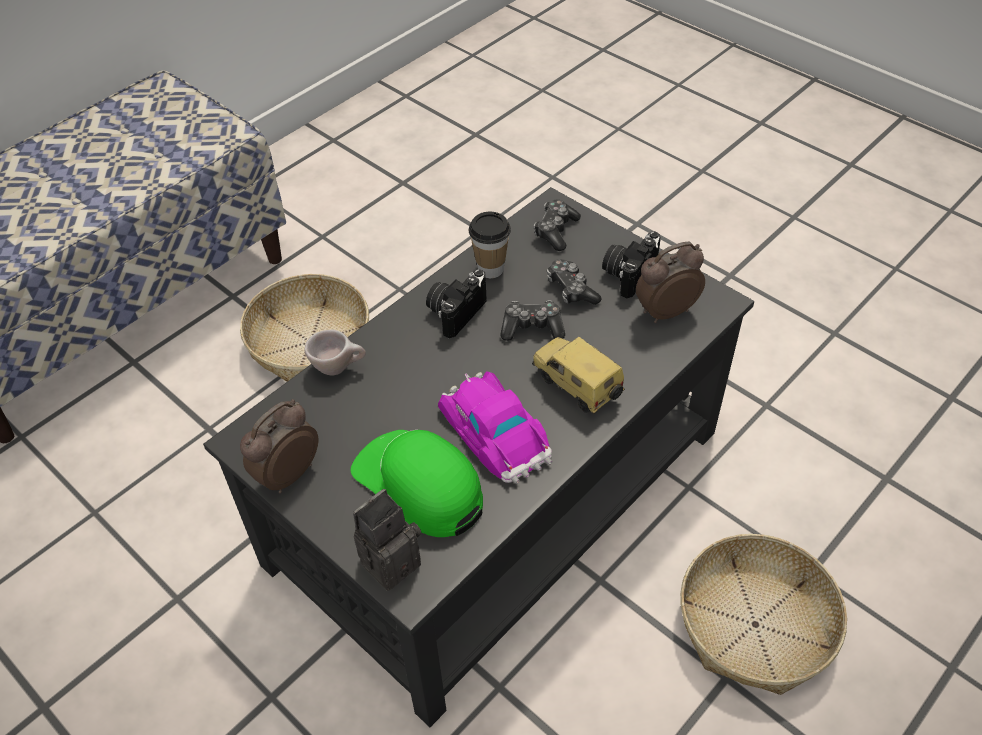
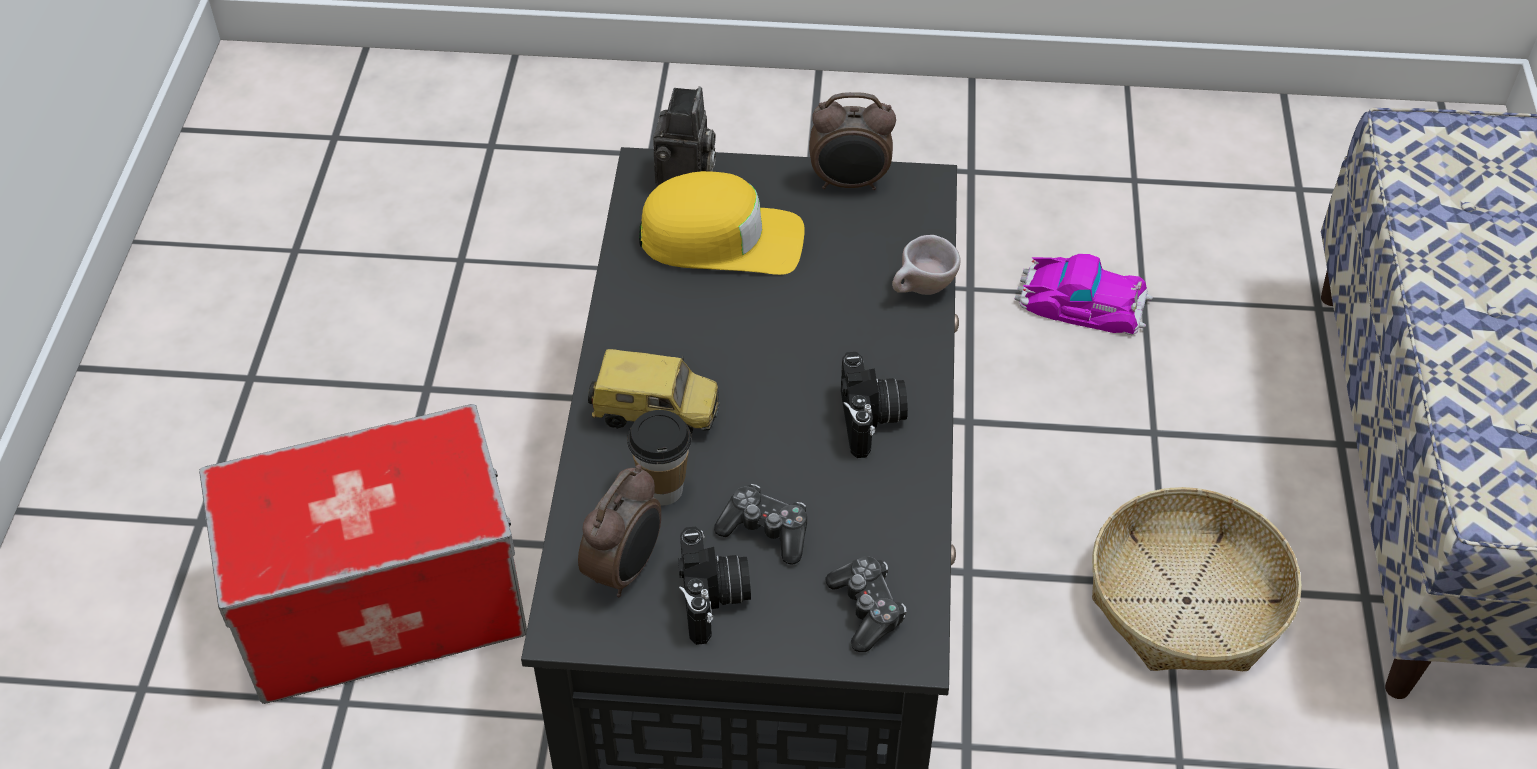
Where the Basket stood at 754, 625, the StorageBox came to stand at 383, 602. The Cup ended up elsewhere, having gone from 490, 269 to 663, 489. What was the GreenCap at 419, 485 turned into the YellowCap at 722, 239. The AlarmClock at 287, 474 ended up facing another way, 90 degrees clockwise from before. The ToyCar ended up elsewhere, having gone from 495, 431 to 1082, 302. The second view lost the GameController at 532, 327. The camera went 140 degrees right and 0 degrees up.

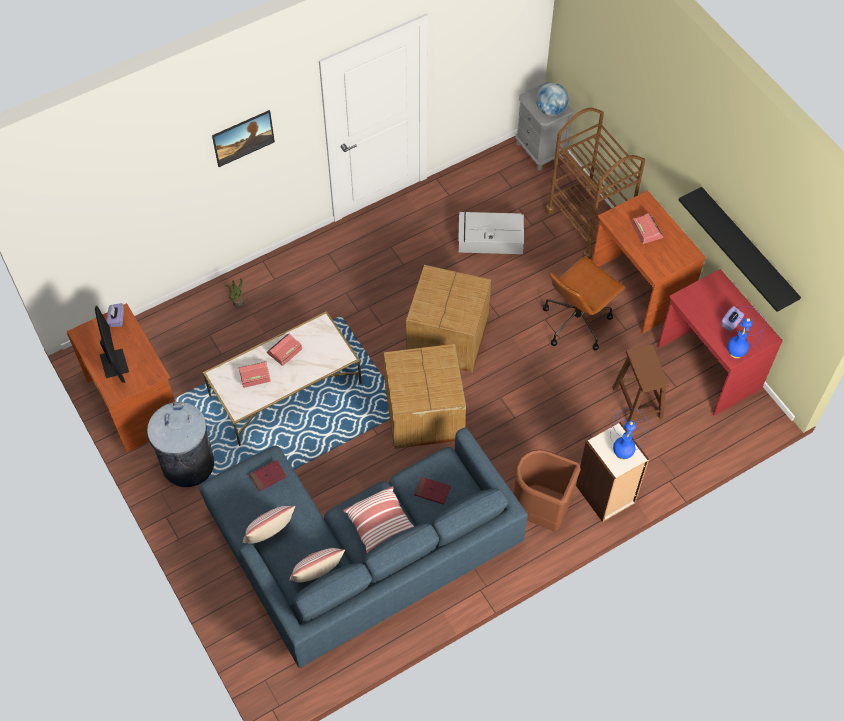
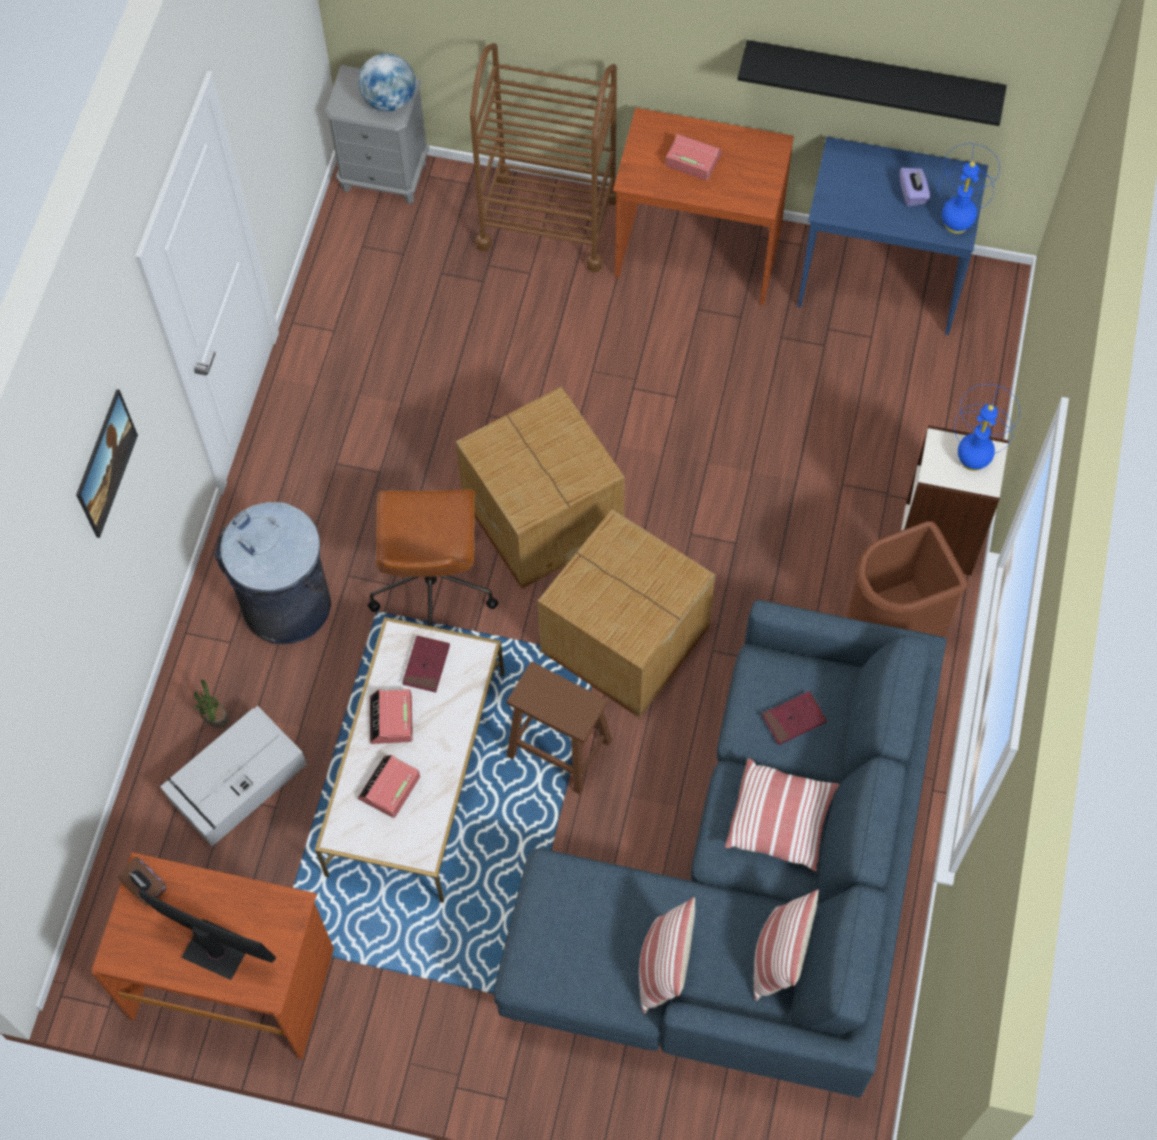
What was the PurpleTissueBox at 117, 319 turned into the BrownTissueBox at 145, 887. The GreyStorageBox ended up elsewhere, having gone from 489, 238 to 235, 783. The GreyTrashCan ended up elsewhere, having gone from 187, 464 to 286, 606. The BrownOfficeChair ended up elsewhere, having gone from 577, 322 to 432, 589. The RedBook ended up elsewhere, having gone from 268, 476 to 426, 665. The BrownStool ended up elsewhere, having gone from 637, 402 to 557, 748. What was the RedDesk at 707, 368 turned into the BlueDesk at 879, 282. The camera went 45 degrees left and 5 degrees up.

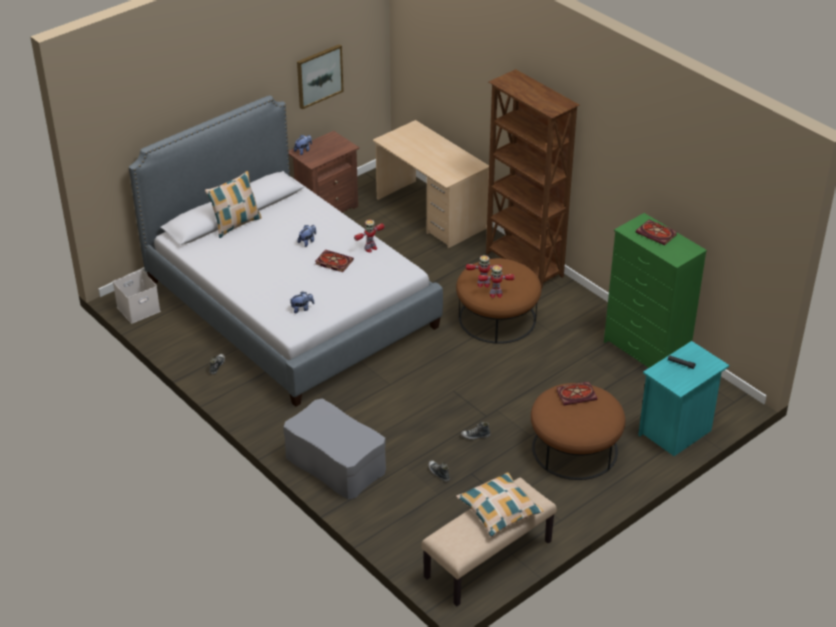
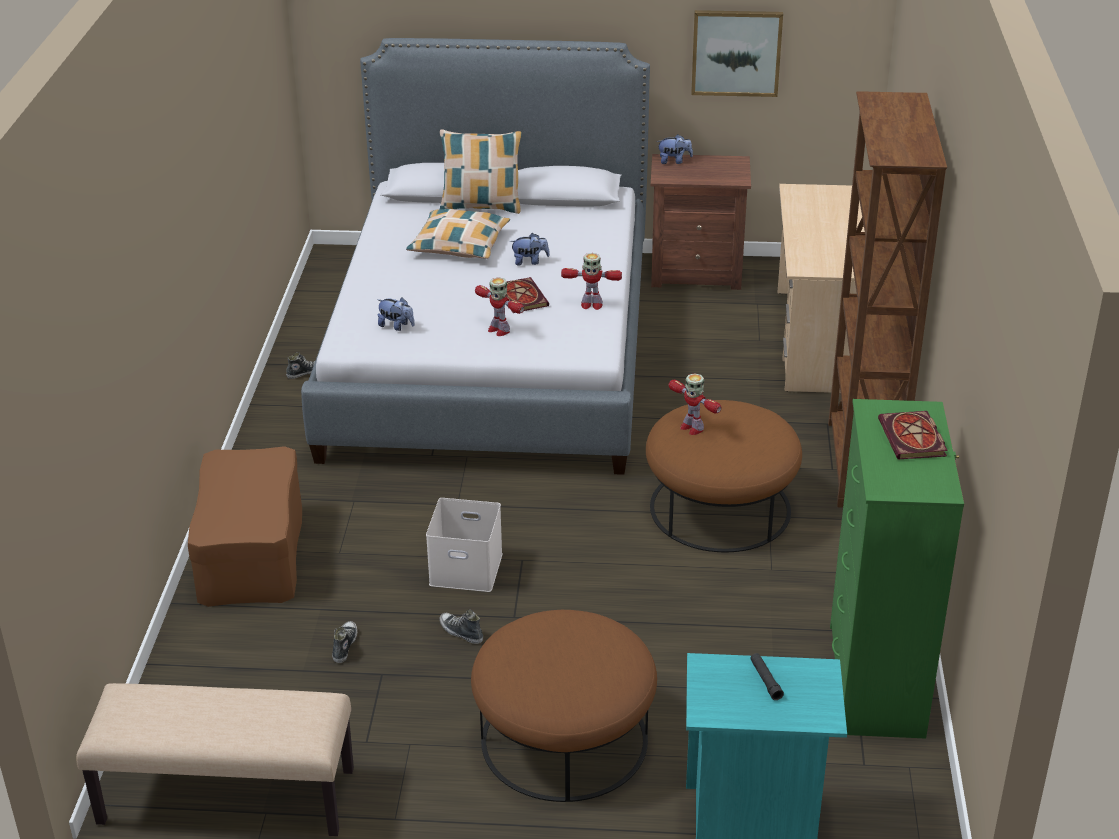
What was the GreyOttoman at 335, 464 turned into the BrownOttoman at 251, 553. The Pillow ended up elsewhere, having gone from 499, 510 to 459, 244. The WhiteStorageBox ended up elsewhere, having gone from 138, 310 to 464, 570. The ToyRobot ended up elsewhere, having gone from 495, 294 to 498, 330. The second view lost the Book at 577, 394. The camera went 45 degrees right and 5 degrees down.

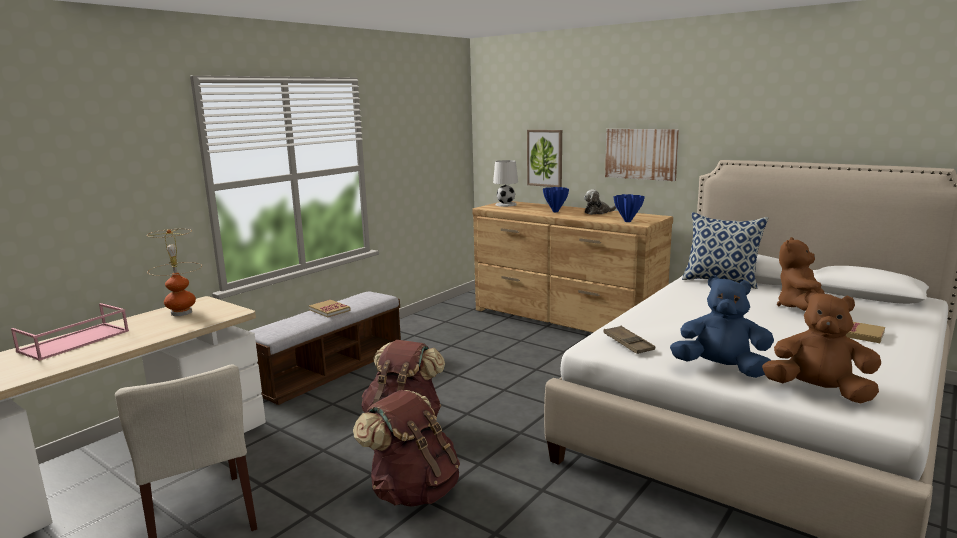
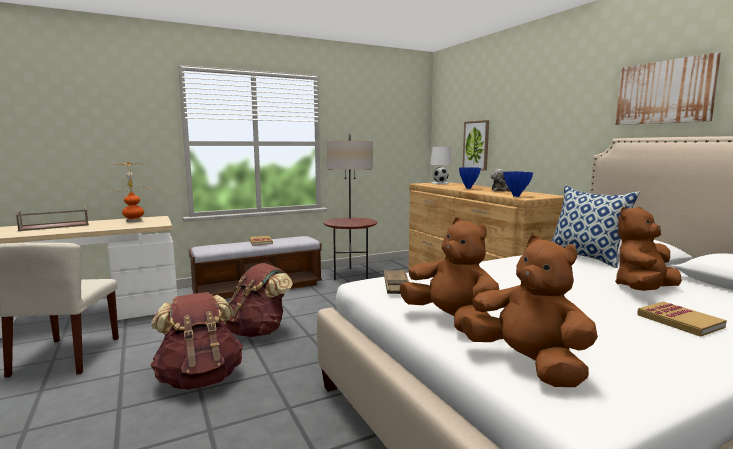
What was the PinkTray at 74, 341 turned into the BrownTray at 54, 226. The second view gained the FloorLamp at 350, 274. What was the BluePlushToy at 721, 369 turned into the BrownPlushToy at 451, 321. The Picture ended up elsewhere, having gone from 641, 154 to 664, 92. The camera went 25 degrees right and 5 degrees down.

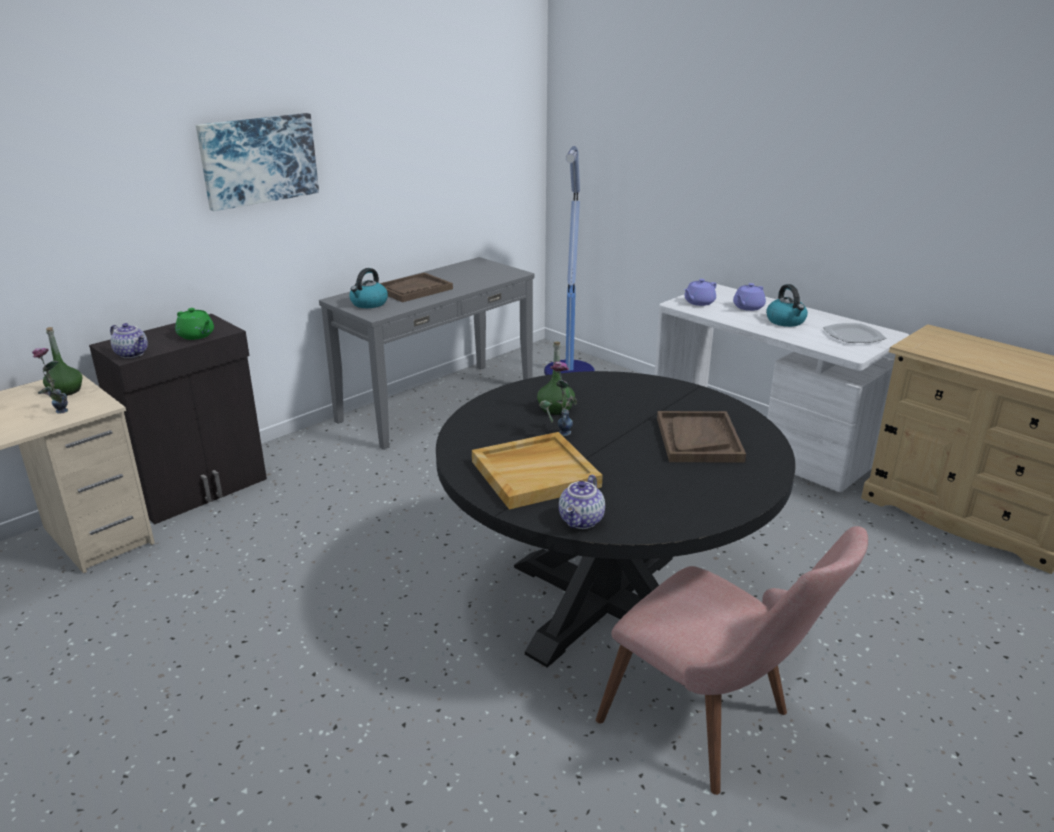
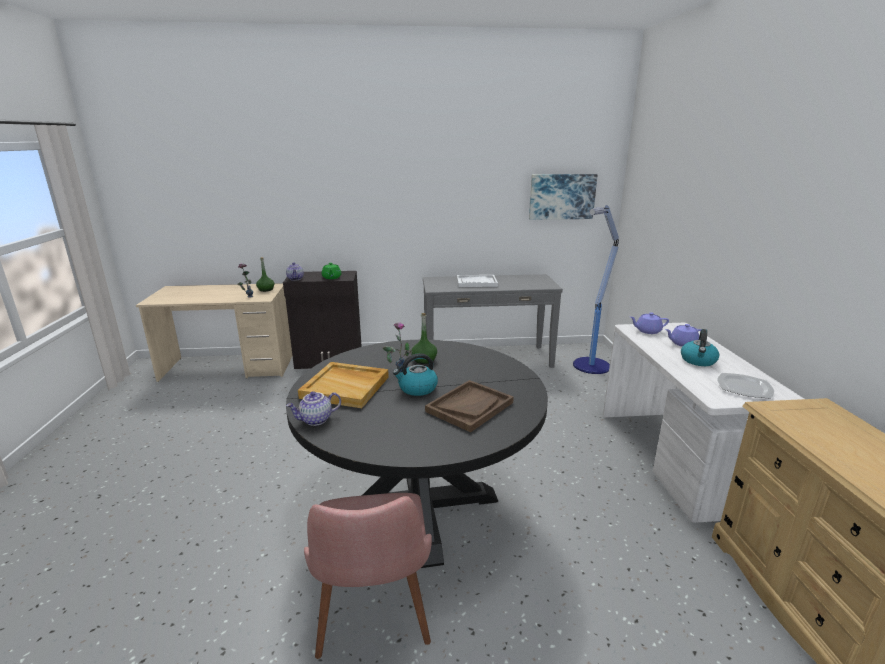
The Kettle ended up elsewhere, having gone from 369, 303 to 417, 388. What was the BrownTray at 414, 289 turned into the WhiteTray at 476, 282. The Picture ended up elsewhere, having gone from 258, 160 to 562, 196. The camera went 40 degrees right and 5 degrees down.

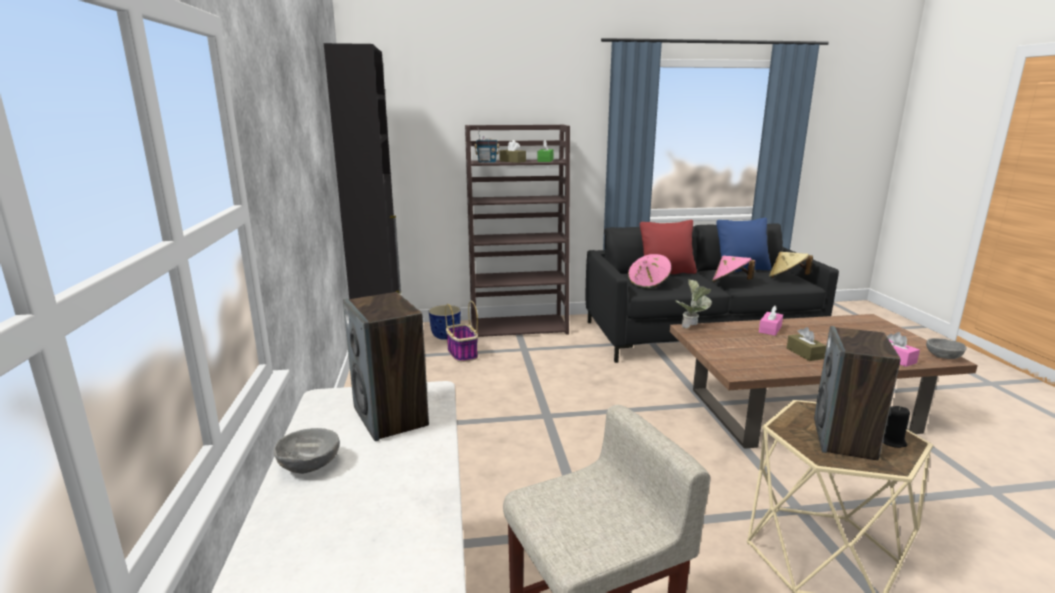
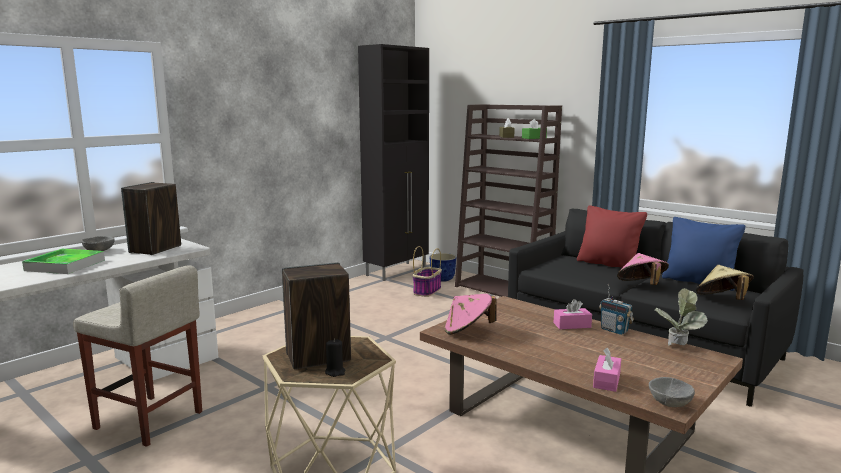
The second view gained the Tray at 65, 265. The PinkHat ended up elsewhere, having gone from 648, 284 to 468, 330. The Radio ended up elsewhere, having gone from 487, 162 to 614, 330. The PottedPlant ended up elsewhere, having gone from 692, 328 to 678, 348. The second view lost the BrownTissueBox at 804, 353. The camera went 50 degrees right and 5 degrees down.

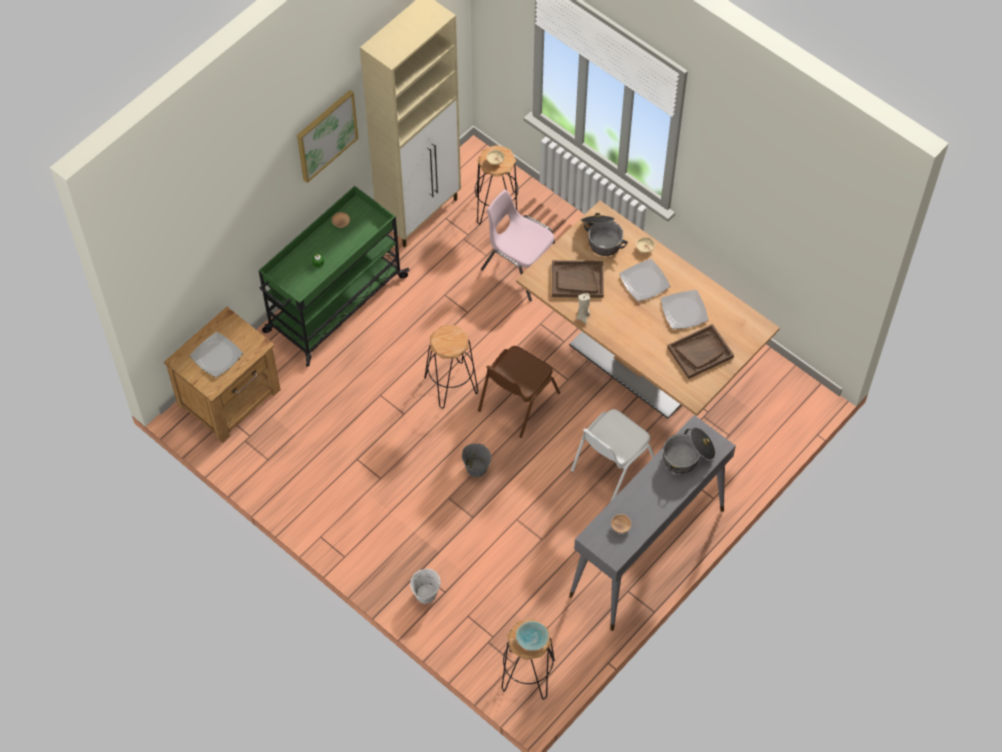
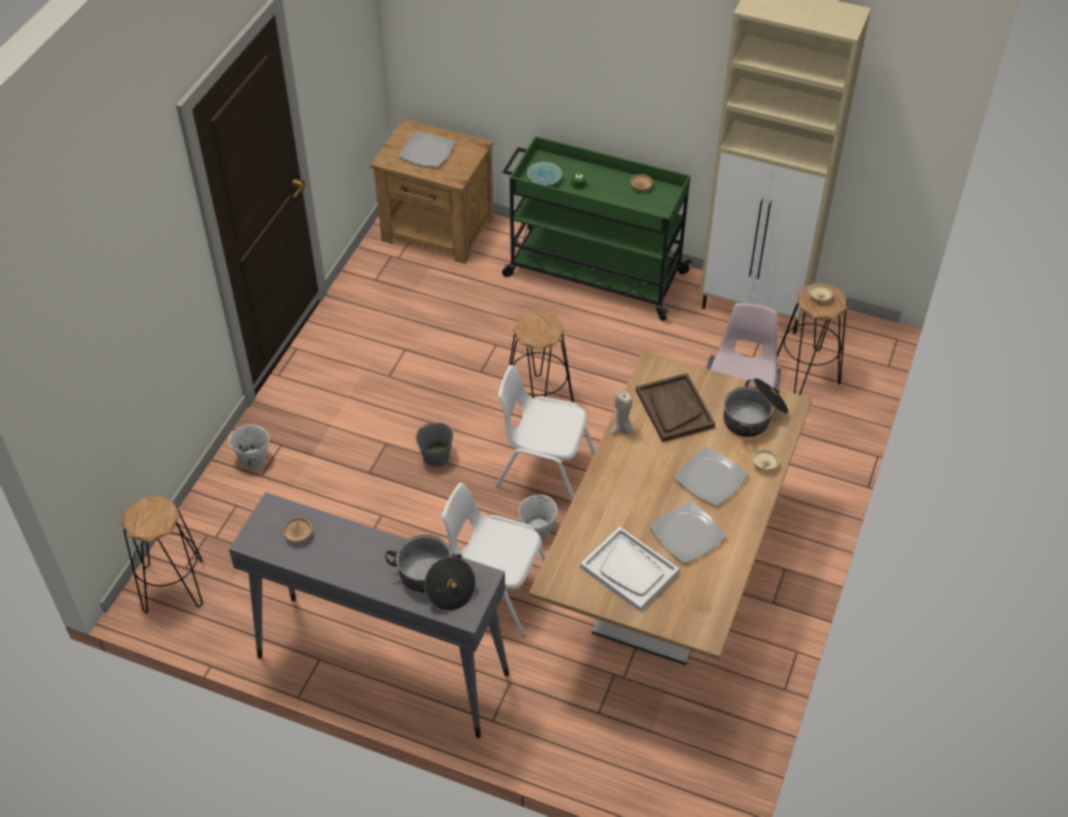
What was the BrownChair at 517, 402 turned into the WhiteChair at 543, 469. The second view gained the WhiteBucket at 537, 530. The TurquoiseBowl ended up elsewhere, having gone from 531, 638 to 544, 178. What was the BrownTray at 700, 352 turned into the WhiteTray at 629, 570. The second view lost the Picture at 326, 135. The camera went 70 degrees right and 10 degrees down.

